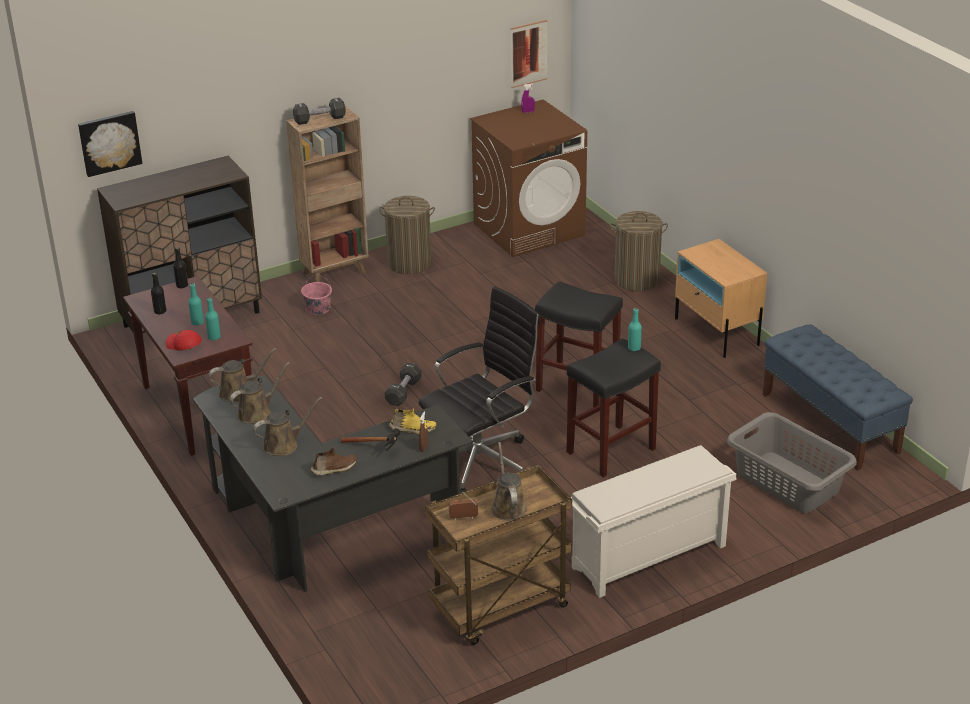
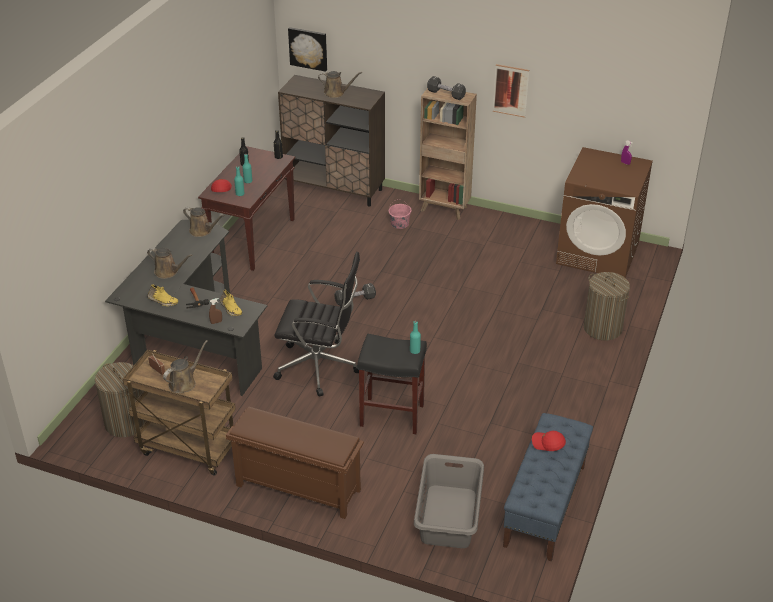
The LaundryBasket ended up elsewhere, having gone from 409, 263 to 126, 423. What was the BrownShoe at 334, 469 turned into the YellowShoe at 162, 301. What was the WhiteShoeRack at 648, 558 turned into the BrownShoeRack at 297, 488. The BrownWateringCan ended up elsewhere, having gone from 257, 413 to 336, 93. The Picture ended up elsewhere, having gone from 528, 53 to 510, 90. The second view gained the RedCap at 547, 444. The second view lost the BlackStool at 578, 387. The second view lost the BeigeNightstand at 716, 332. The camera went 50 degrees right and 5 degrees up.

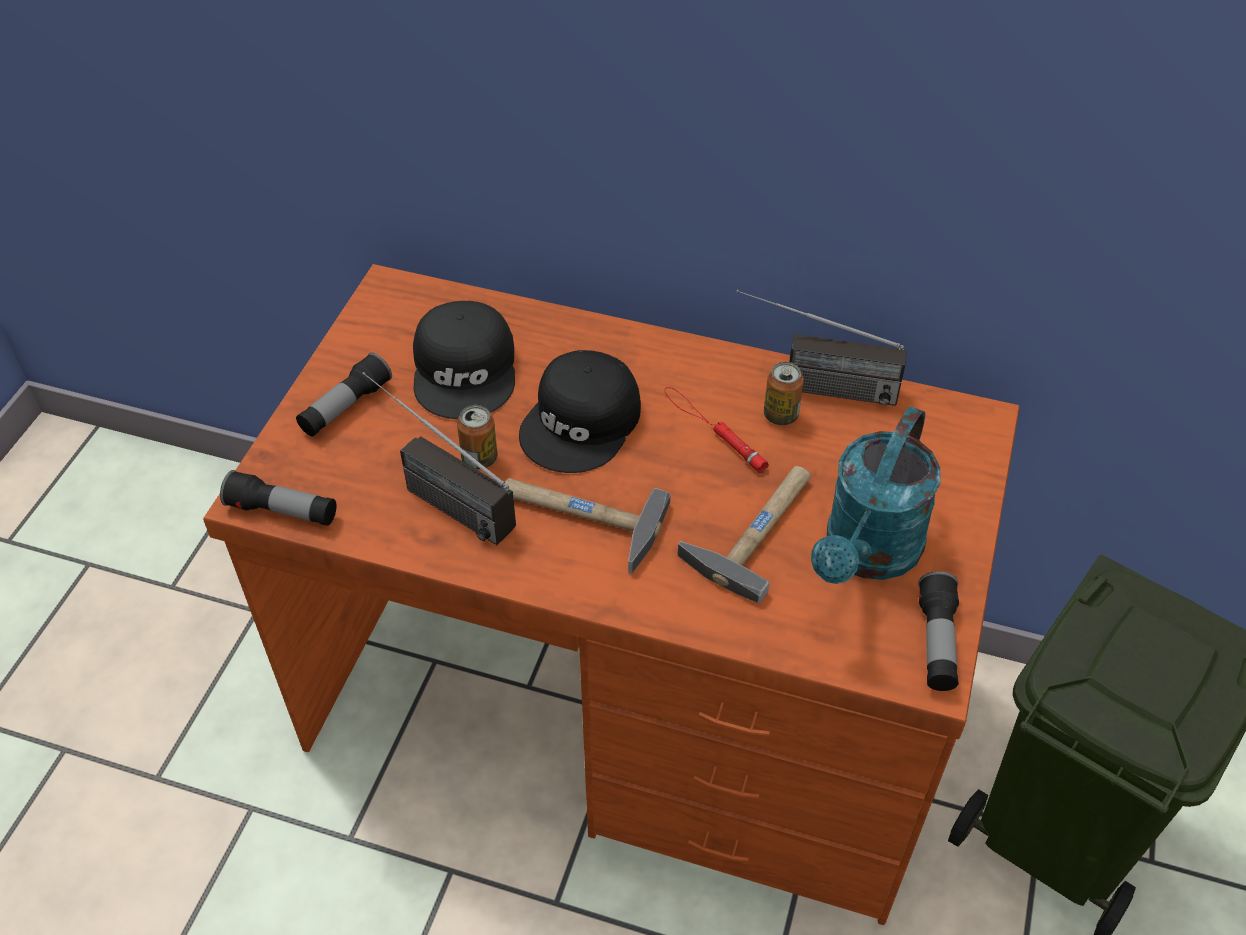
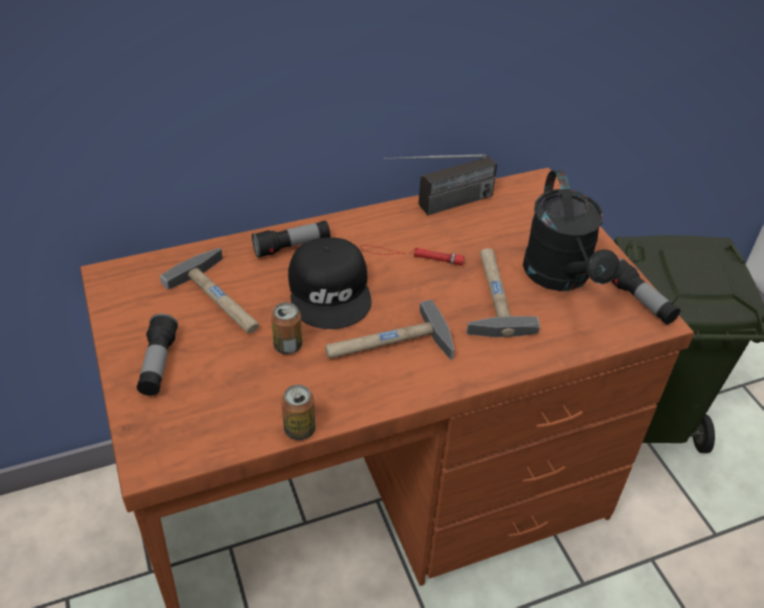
Where the BlackCap stood at 467, 370, the Hammer came to stand at 222, 298. The Flashlight ended up elsewhere, having gone from 282, 511 to 292, 247. The Can ended up elsewhere, having gone from 780, 415 to 299, 429. What was the TurquoiseWateringCan at 867, 554 turned into the BlackWateringCan at 561, 277. The second view lost the Radio at 434, 495. The camera went 40 degrees left and 5 degrees down.

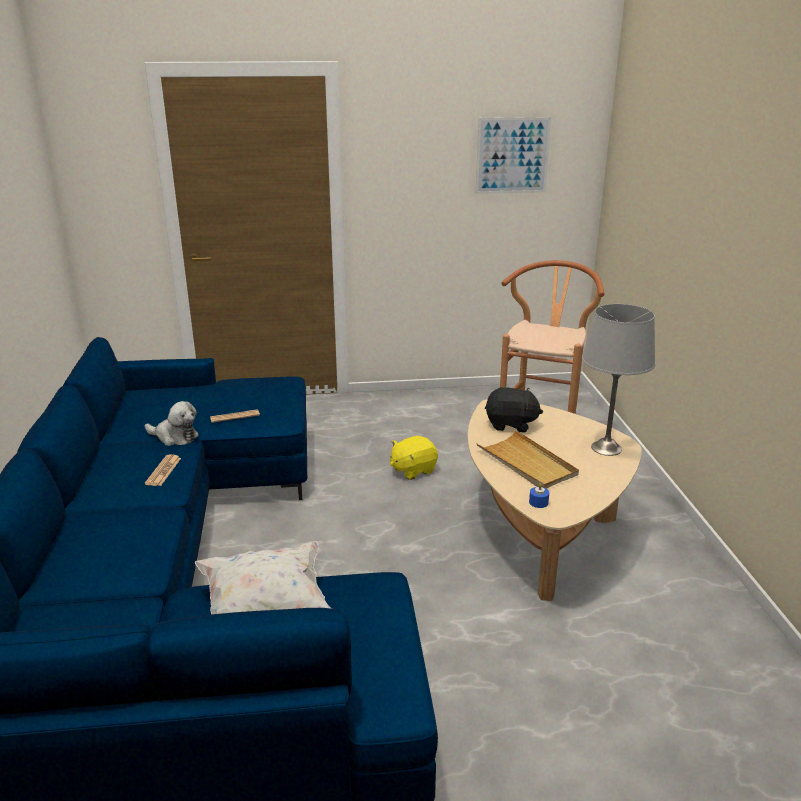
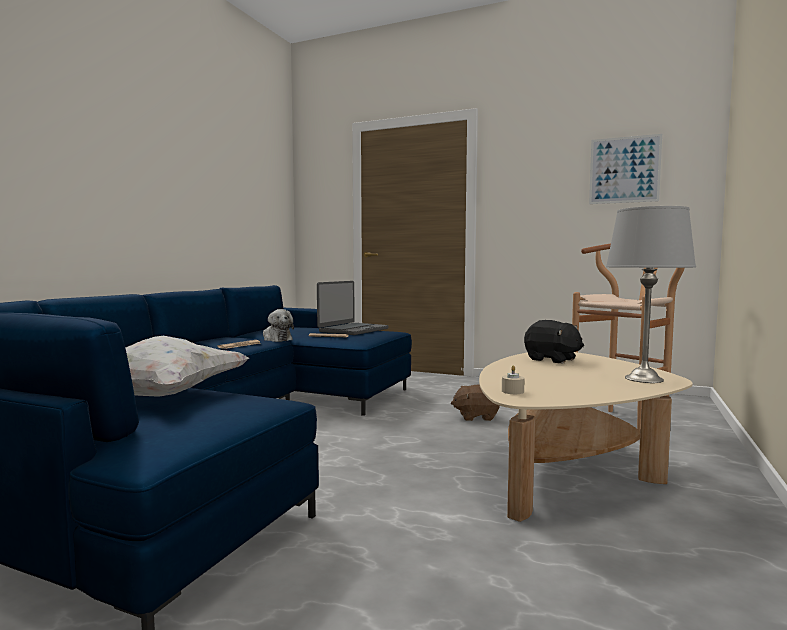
The second view gained the Laptop at 353, 330. What was the YellowPlushToy at 413, 470 turned into the BrownPlushToy at 476, 417. What was the BlueCandle at 538, 502 turned into the BeigeCandle at 512, 391. The second view lost the BeigeTray at 527, 463. The camera went 30 degrees right and 20 degrees down.

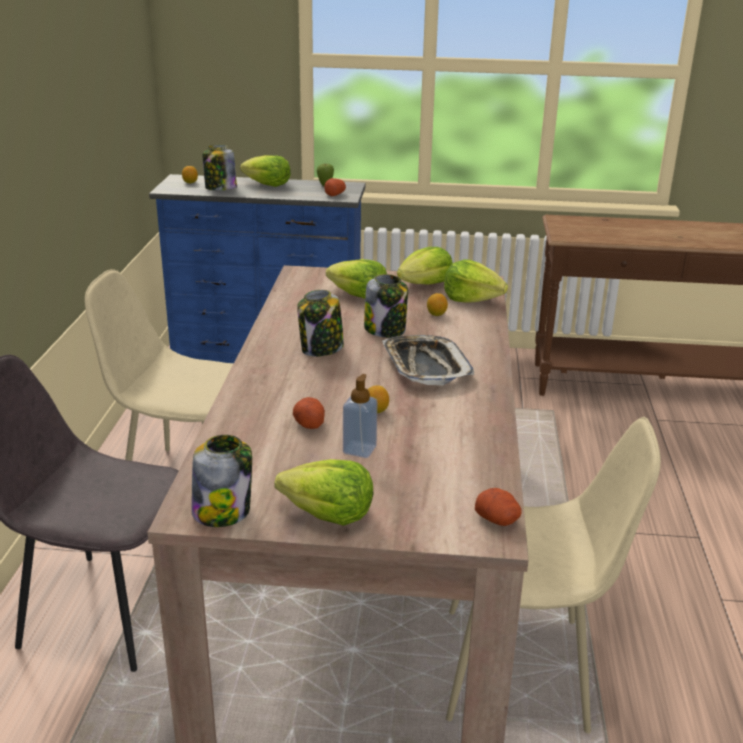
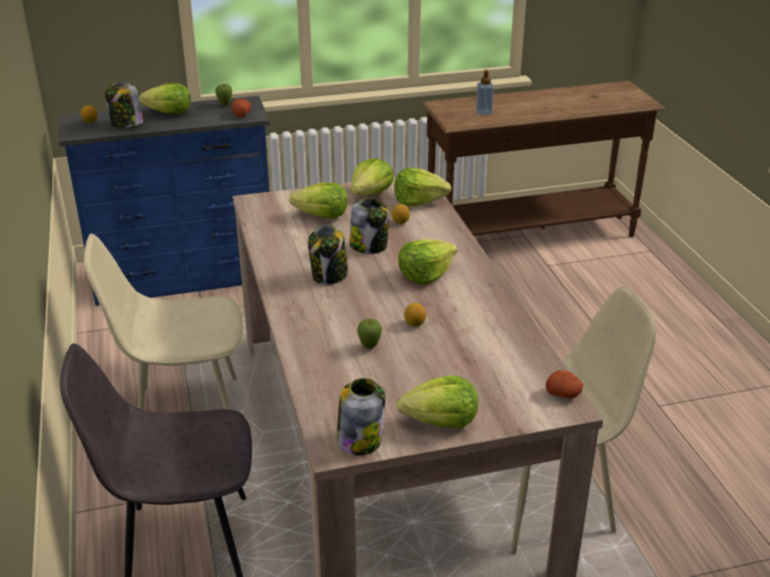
Where the Potato stood at 309, 422, the Apple came to stand at 369, 347. Where the Tray stood at 425, 366, the Lettuce came to stand at 425, 274. The SoapDispenser ended up elsewhere, having gone from 359, 449 to 483, 112. The camera went 20 degrees left and 5 degrees up.

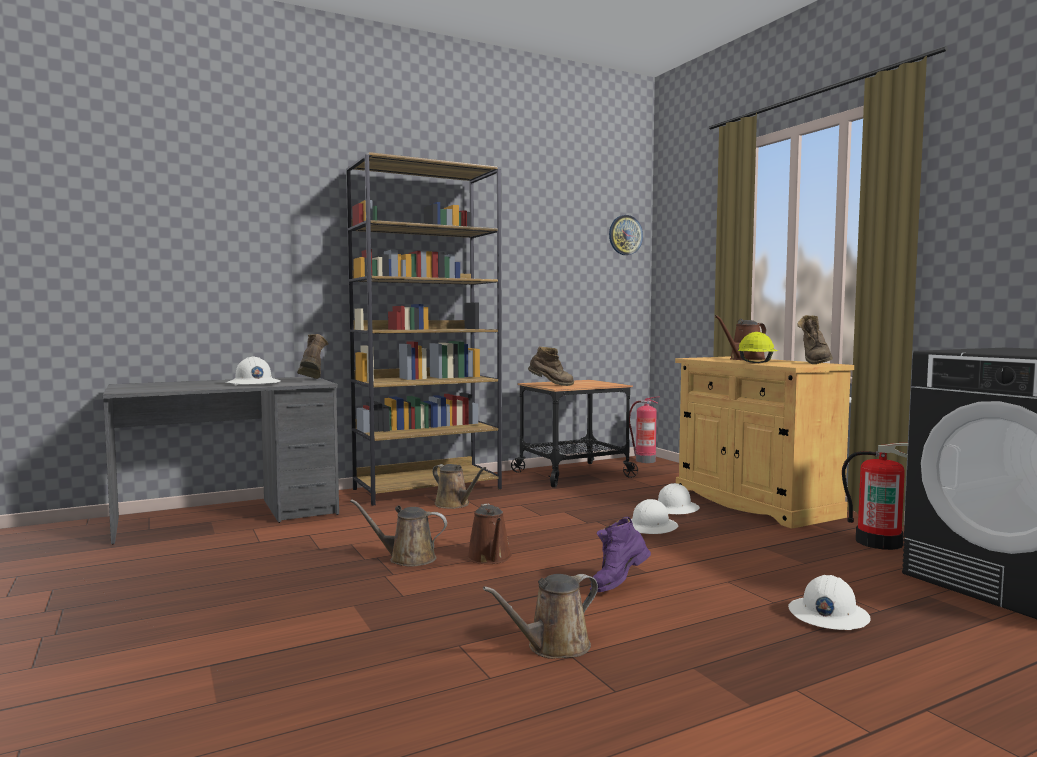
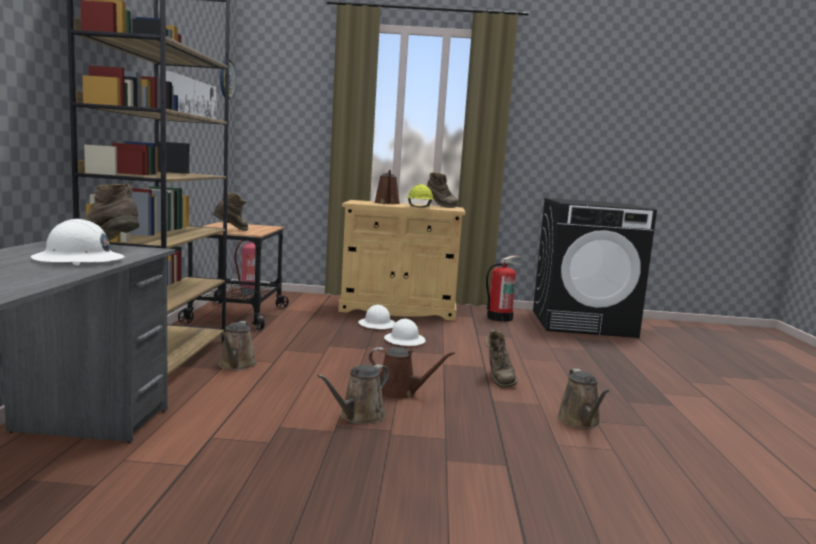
The second view gained the Picture at 190, 99. The BrownWateringCan at 454, 504 ended up facing another way, 105 degrees clockwise from before. What was the PurpleBoot at 618, 585 turned into the BrownBoot at 499, 379. The second view lost the WhiteHardHat at 828, 615. The camera went 60 degrees left and 5 degrees up.

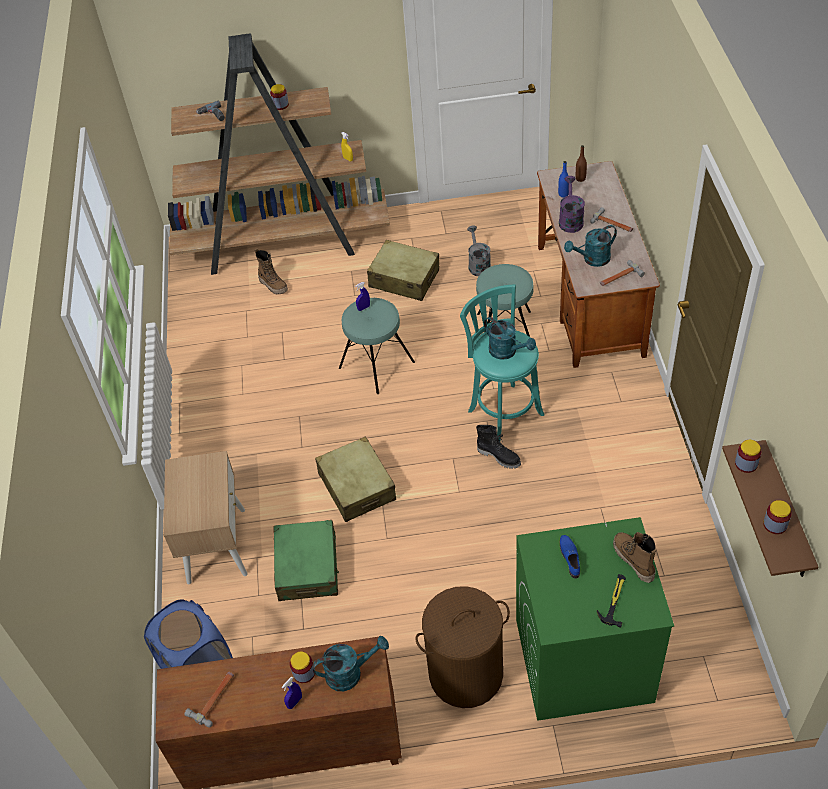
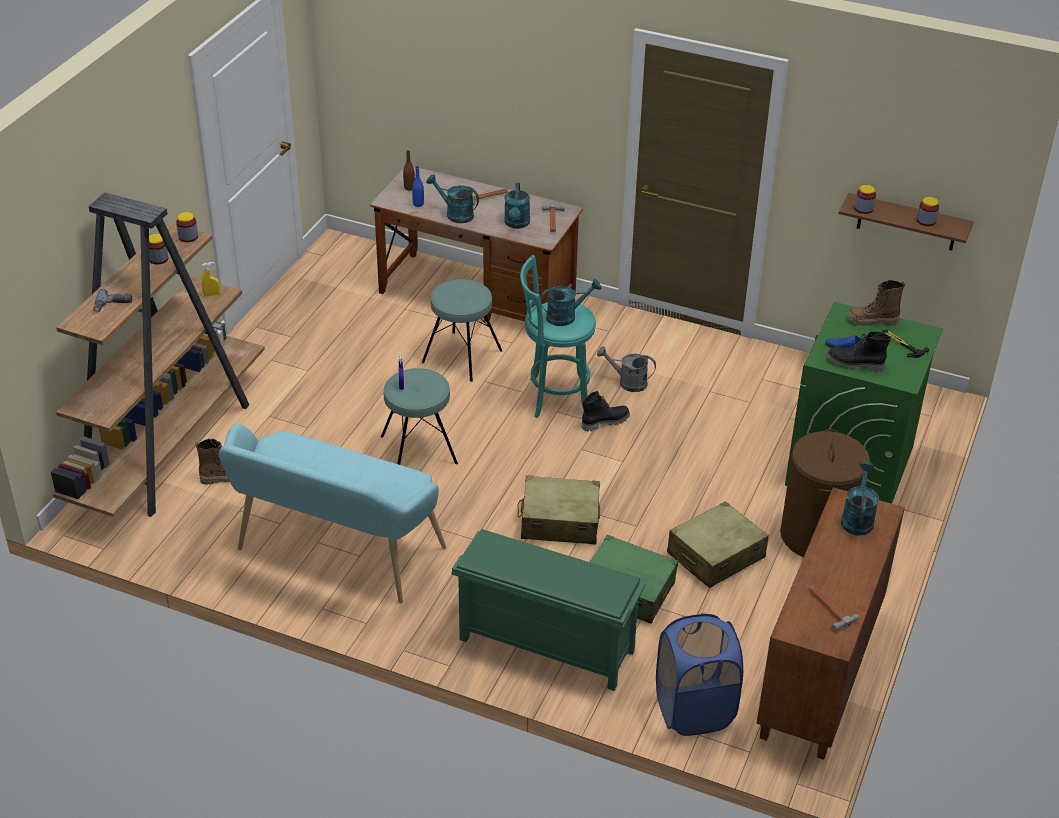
The Jar ended up elsewhere, having gone from 304, 673 to 188, 237. The second view gained the TurquoiseBench at 334, 553. What was the PurpleWateringCan at 570, 220 turned into the TurquoiseWateringCan at 455, 214. Where the BeigeNightstand stood at 216, 545, the GreenShoeRack came to stand at 544, 645. The GreyWateringCan ended up elsewhere, having gone from 478, 264 to 627, 382. The BeigeSuitcase ended up elsewhere, having gone from 404, 279 to 715, 556. The second view gained the BlackBoot at 855, 364. The second view lost the BlueSprayBottle at 294, 702. The camera went 65 degrees left and 10 degrees down.

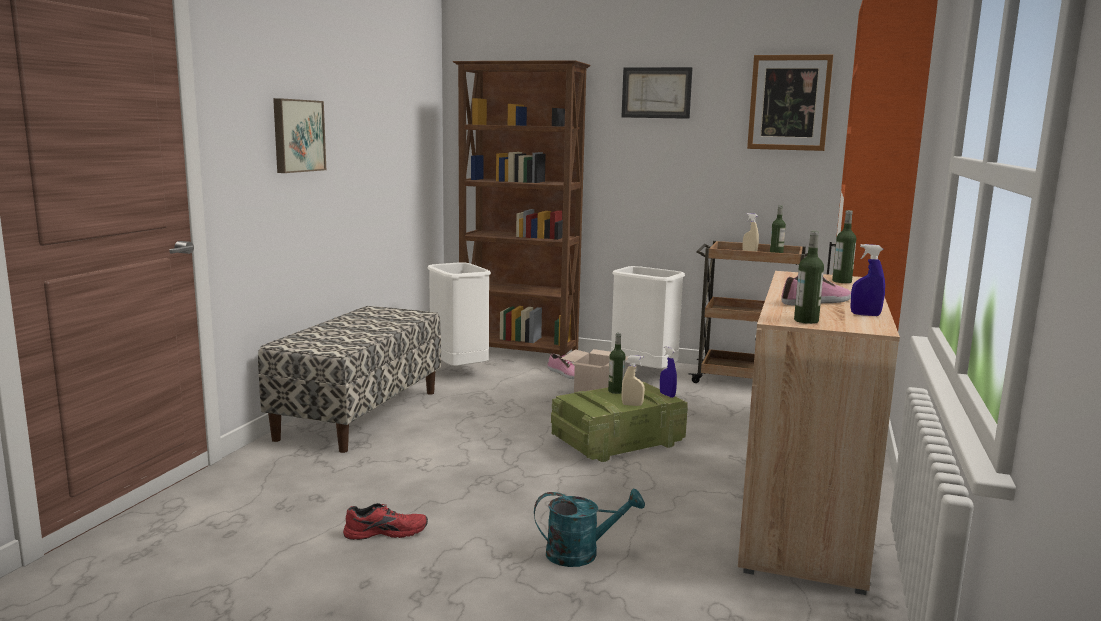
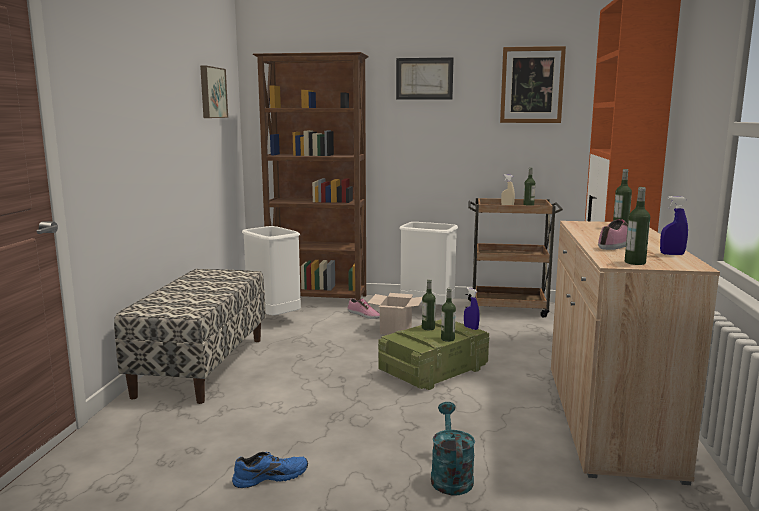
The Picture ended up elsewhere, having gone from 297, 135 to 212, 92. What was the RedShoe at 386, 531 turned into the BlueShoe at 270, 476. The TurquoiseWateringCan at 582, 553 ended up facing another way, 75 degrees counterclockwise from before. Where the BeigeSprayBottle stood at 632, 405, the Bottle came to stand at 447, 339. The camera went 10 degrees left and 0 degrees up.

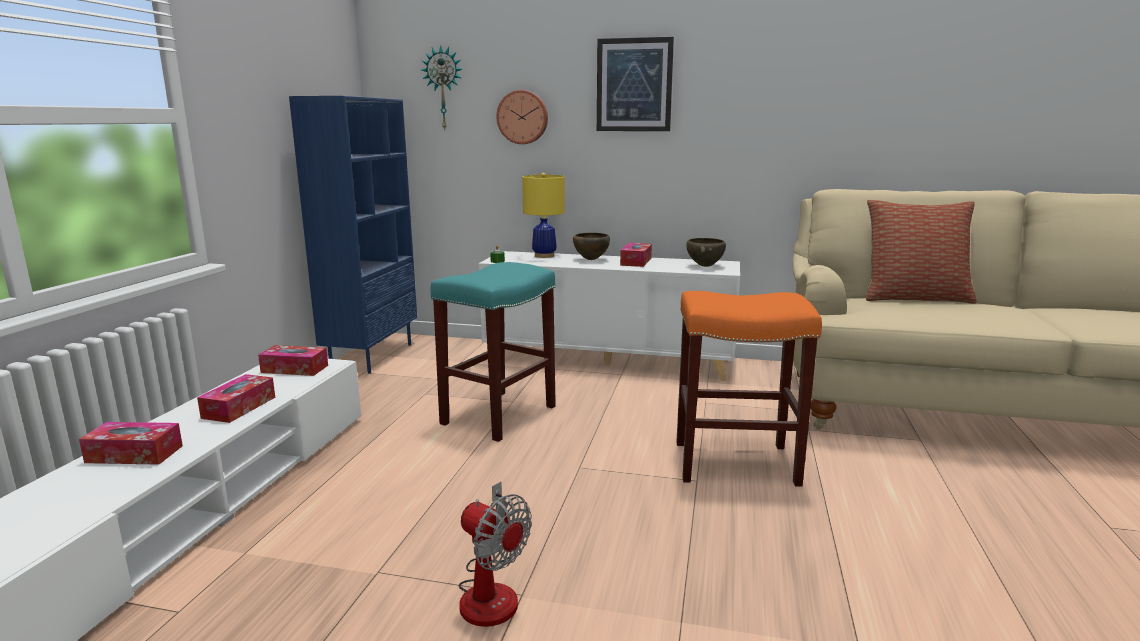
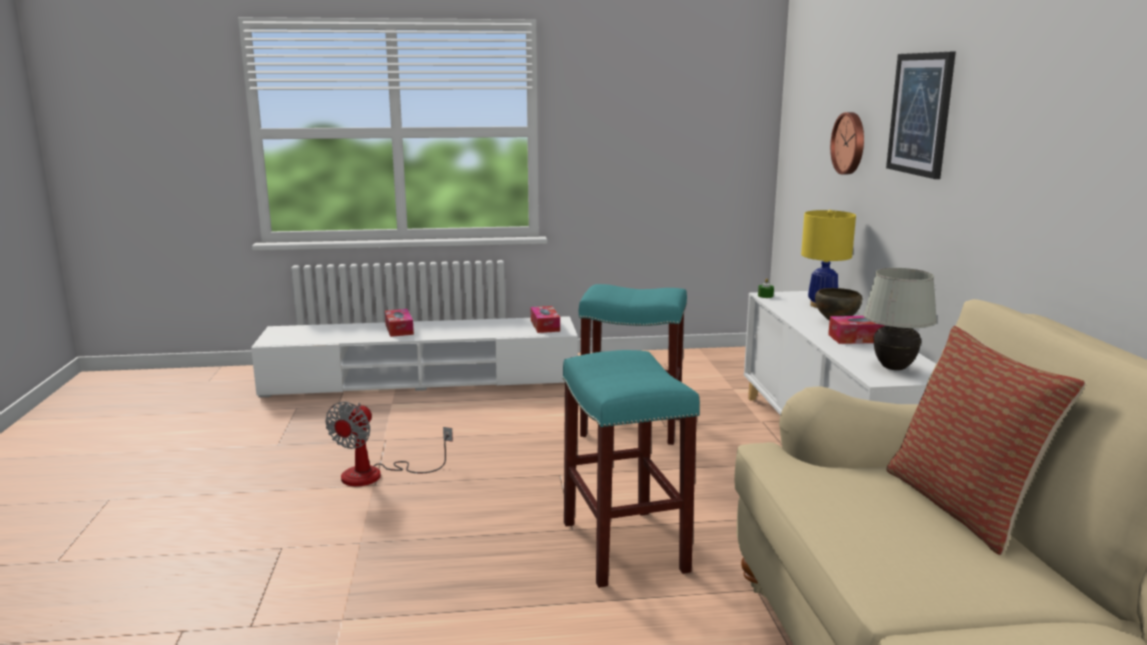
What was the OrangeStool at 737, 463 turned into the TurquoiseStool at 625, 547. Where the BrownBowl stood at 705, 266, the WhiteTableLamp came to stand at 894, 368. The second view lost the TissueBox at 239, 407. The second view lost the BlueBookcase at 371, 356. The second view lost the WallClock at 444, 88. The camera went 70 degrees right and 0 degrees up.

